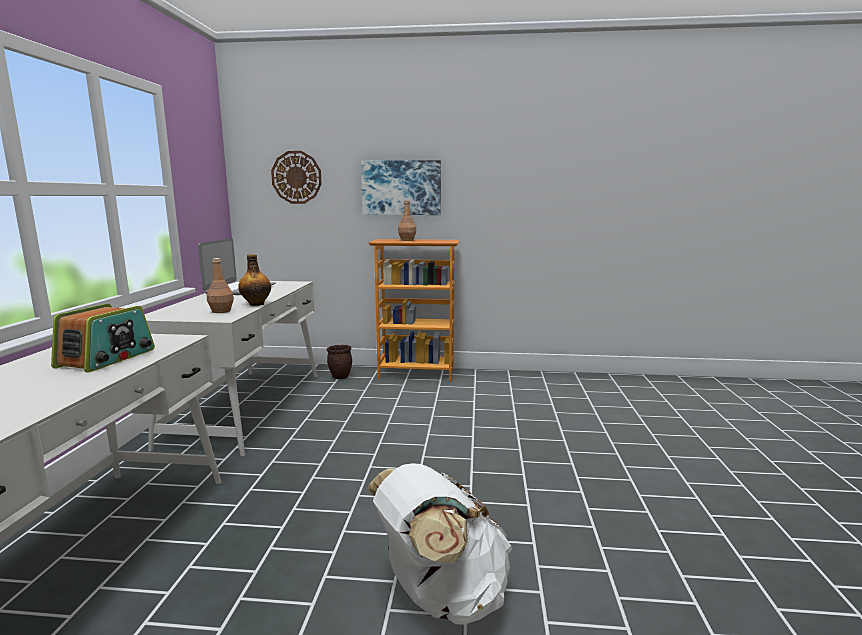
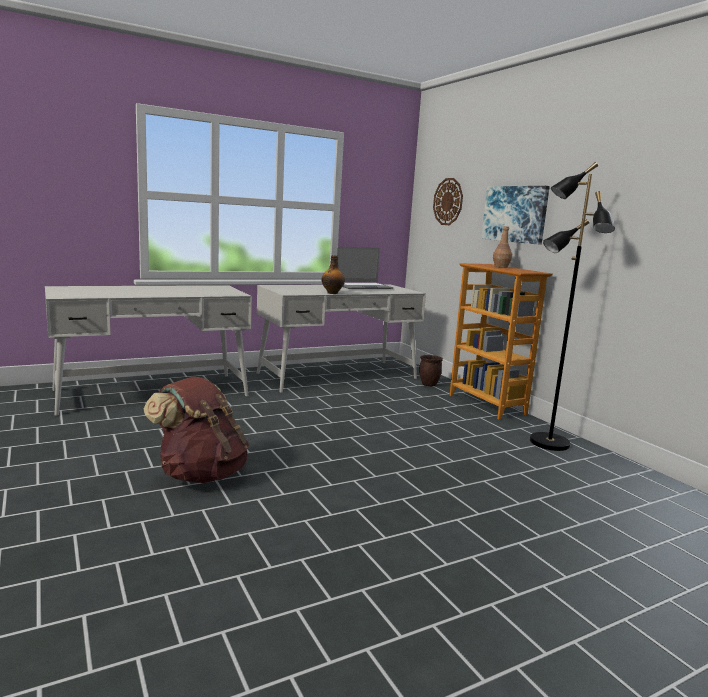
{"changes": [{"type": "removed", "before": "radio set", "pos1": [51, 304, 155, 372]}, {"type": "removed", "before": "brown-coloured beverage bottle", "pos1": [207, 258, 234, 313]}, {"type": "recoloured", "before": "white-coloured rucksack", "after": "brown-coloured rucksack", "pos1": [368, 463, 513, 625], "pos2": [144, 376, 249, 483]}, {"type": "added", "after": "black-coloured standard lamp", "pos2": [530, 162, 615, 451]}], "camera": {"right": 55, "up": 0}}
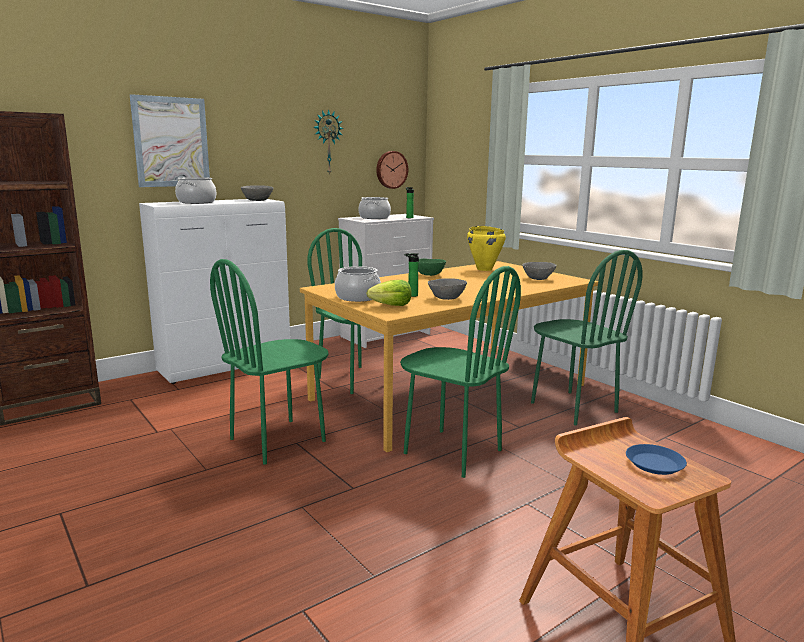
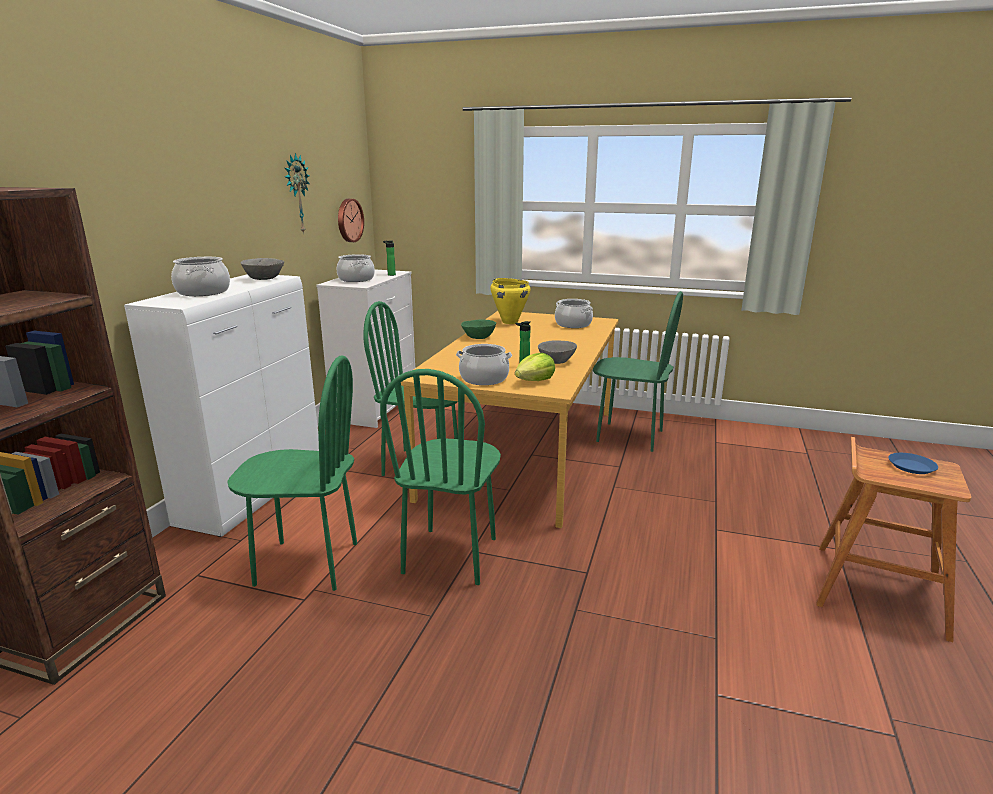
{"changes": [{"type": "removed", "before": "wall picture", "pos1": [130, 94, 210, 187]}, {"type": "moved", "before": "green chair", "pos1": [400, 266, 521, 478], "pos2": [227, 356, 357, 591]}, {"type": "replaced", "before": "gray bowl", "after": "stockpot", "pos1": [522, 262, 556, 280], "pos2": [555, 299, 593, 328]}], "camera": {"right": -35, "up": 5}}
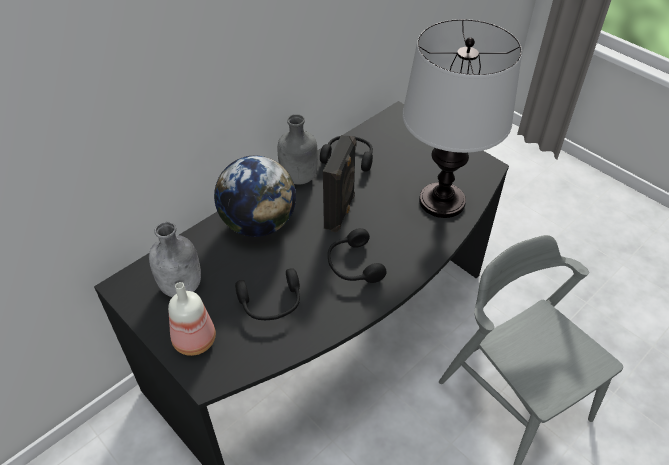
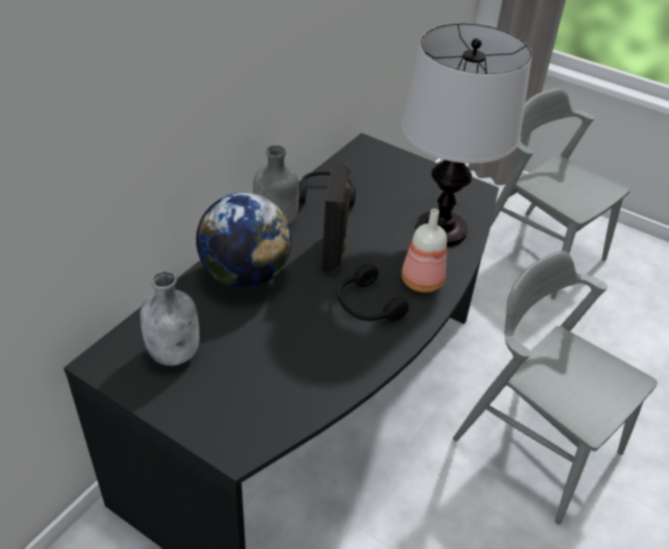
{"changes": [{"type": "moved", "before": "beverage bottle", "pos1": [168, 282, 216, 356], "pos2": [402, 209, 447, 292]}, {"type": "removed", "before": "black-coloured headset", "pos1": [235, 268, 300, 320]}, {"type": "added", "after": "gray chair", "pos2": [490, 88, 630, 299]}], "camera": {"right": -15, "up": -5}}
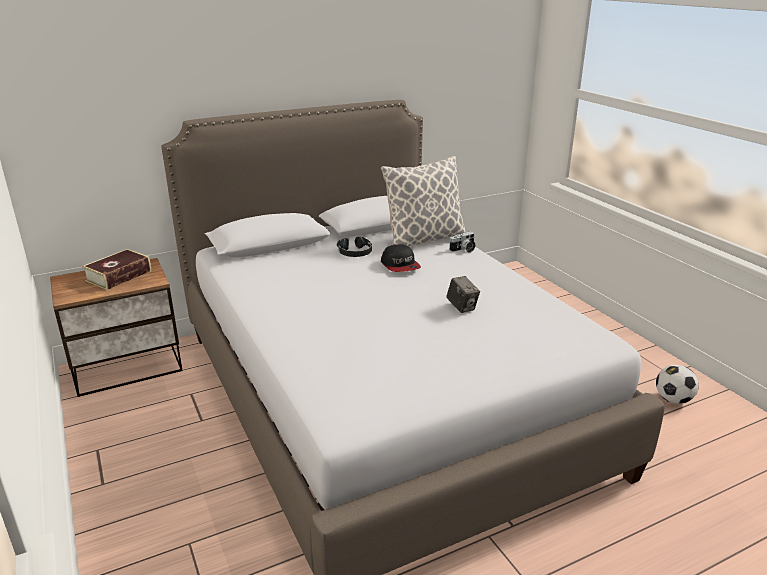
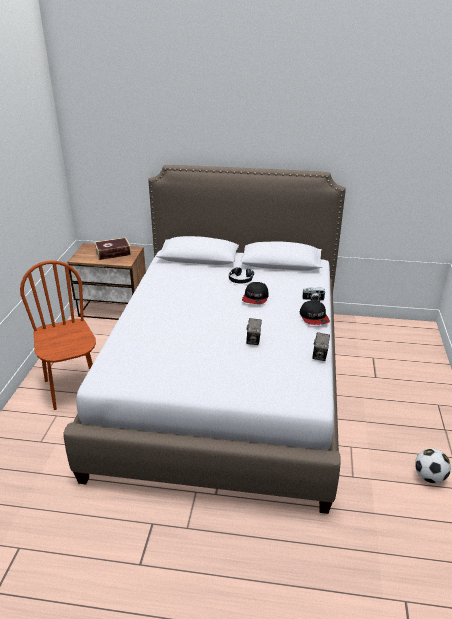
{"changes": [{"type": "removed", "before": "cushion", "pos1": [381, 156, 466, 246]}, {"type": "added", "after": "brown-coloured chair", "pos2": [20, 260, 96, 410]}, {"type": "added", "after": "cap", "pos2": [300, 300, 330, 325]}, {"type": "added", "after": "still camera", "pos2": [312, 332, 330, 361]}], "camera": {"right": 35, "up": 5}}
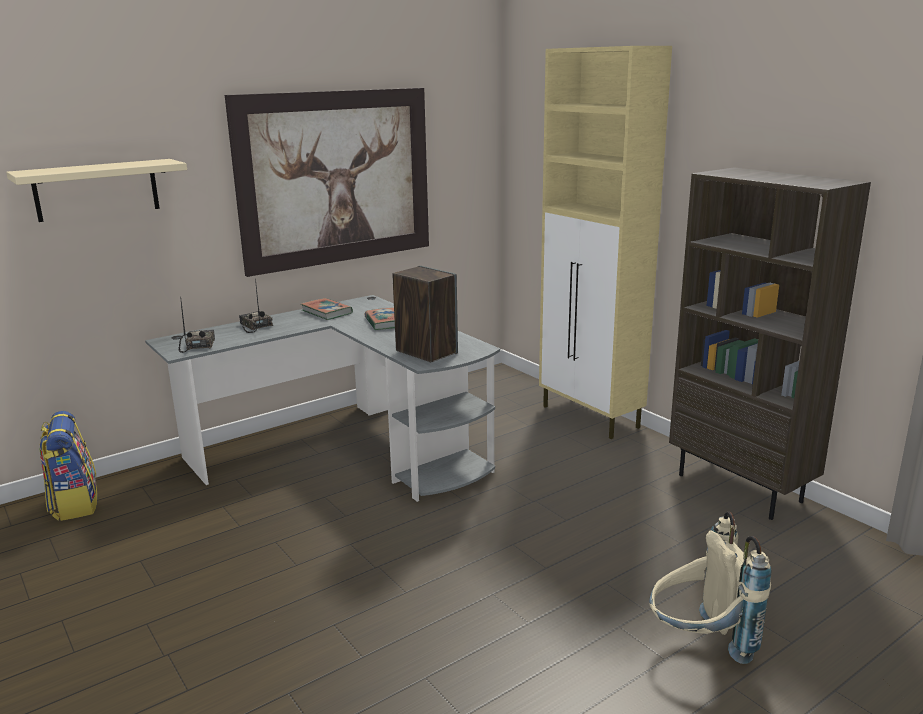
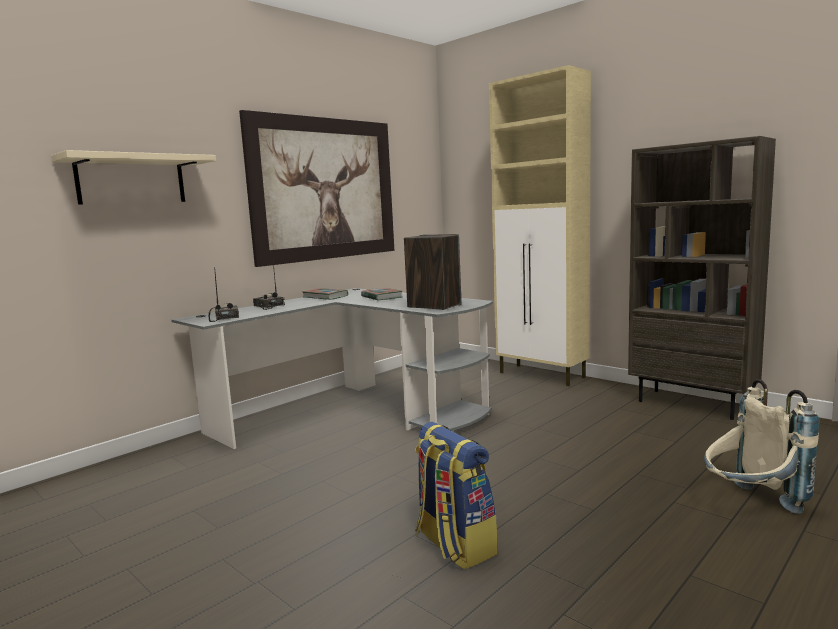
{"changes": [{"type": "moved", "before": "rucksack", "pos1": [39, 411, 98, 521], "pos2": [415, 422, 498, 570]}], "camera": {"right": -10, "up": -10}}
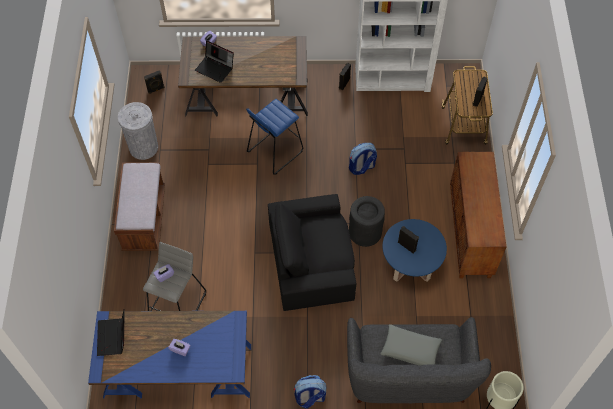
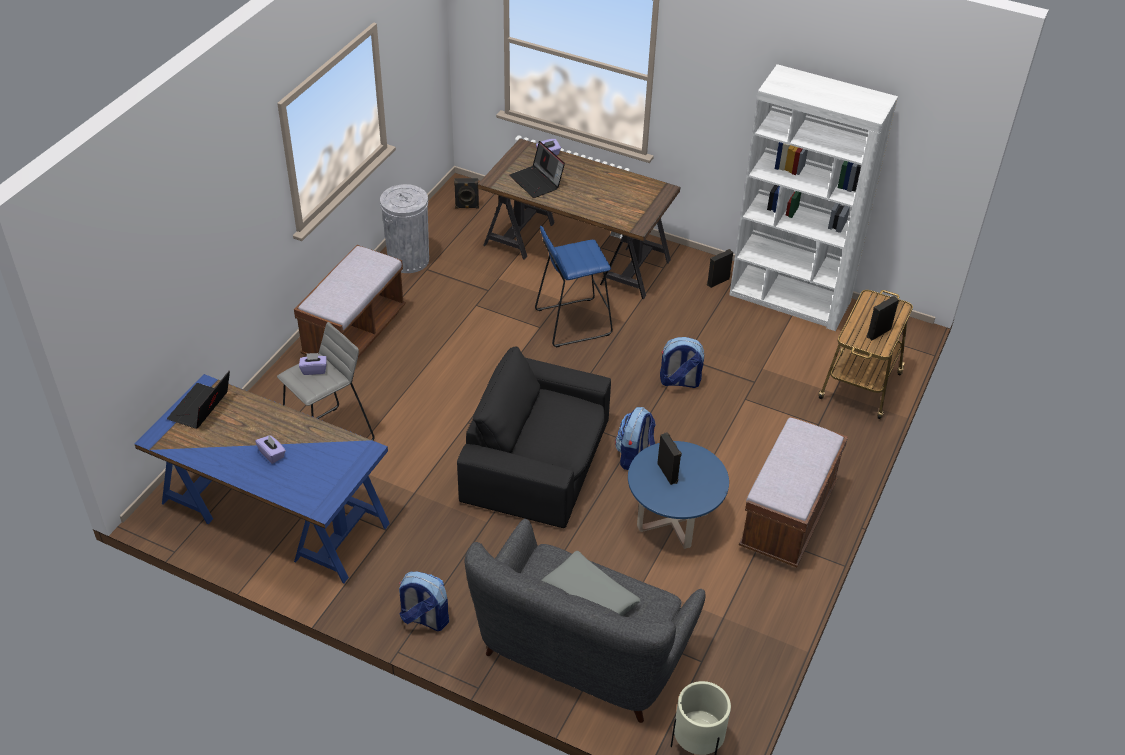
{"changes": [{"type": "replaced", "before": "black-coloured rubbish bin", "after": "rucksack", "pos1": [349, 196, 385, 247], "pos2": [615, 407, 656, 470]}, {"type": "replaced", "before": "brown-coloured cupboard", "after": "brown-coloured indoor bench", "pos1": [450, 152, 506, 278], "pos2": [739, 417, 848, 567]}], "camera": {"right": 25, "up": -15}}
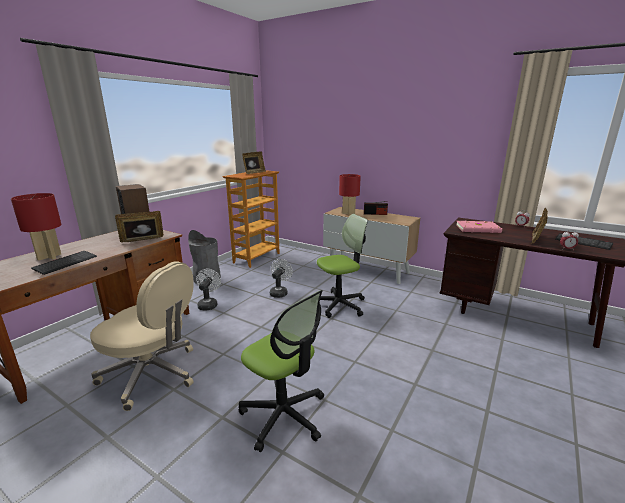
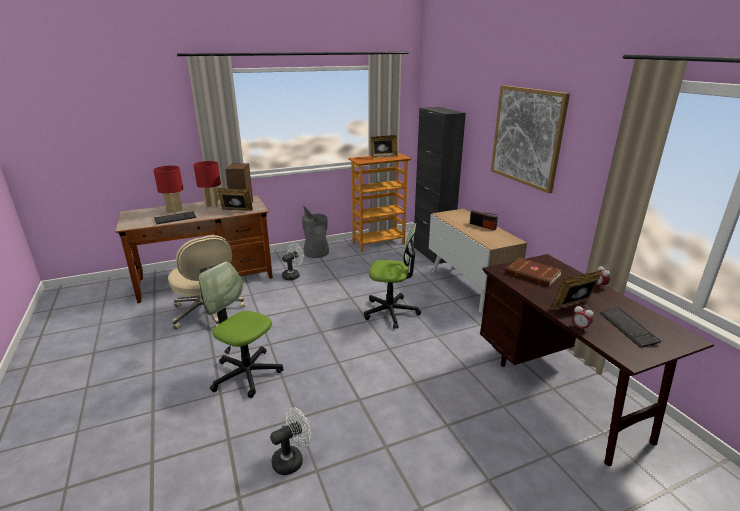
{"changes": [{"type": "turned", "before": "computer chair", "pos1": [239, 290, 324, 452], "pos2": [198, 261, 284, 398], "turn": 135}, {"type": "moved", "before": "white-coloured fan", "pos1": [270, 259, 293, 298], "pos2": [270, 407, 311, 475]}, {"type": "moved", "before": "reddish lamp for a table", "pos1": [339, 174, 361, 215], "pos2": [194, 161, 221, 207]}, {"type": "recoloured", "before": "pink-coloured bound book", "after": "brown-coloured bound book", "pos1": [456, 221, 502, 233], "pos2": [506, 258, 562, 286]}, {"type": "added", "after": "black-coloured cupboard", "pos2": [413, 107, 466, 264]}, {"type": "added", "after": "wall picture", "pos2": [491, 85, 570, 194]}], "camera": {"right": 35, "up": 5}}
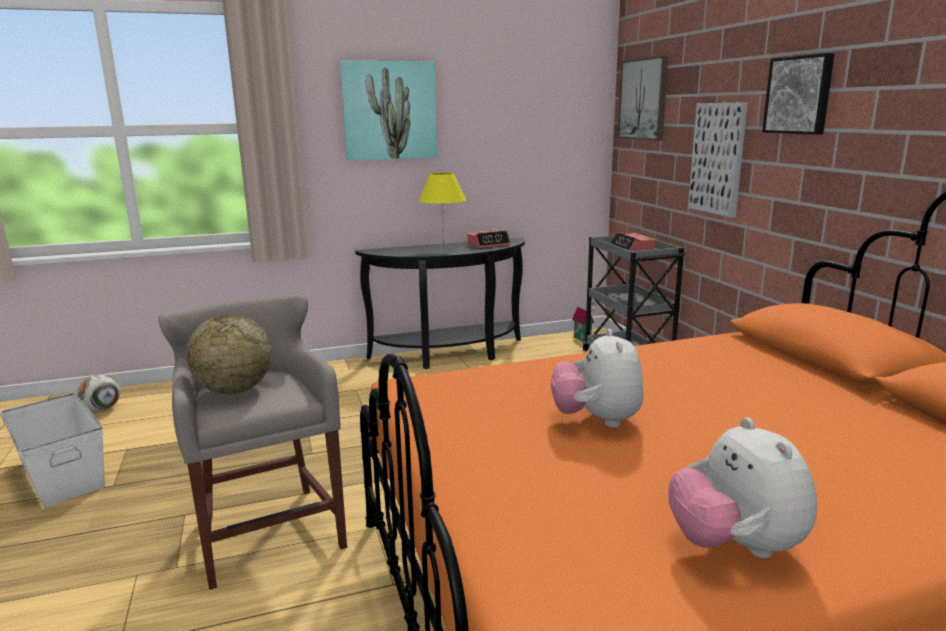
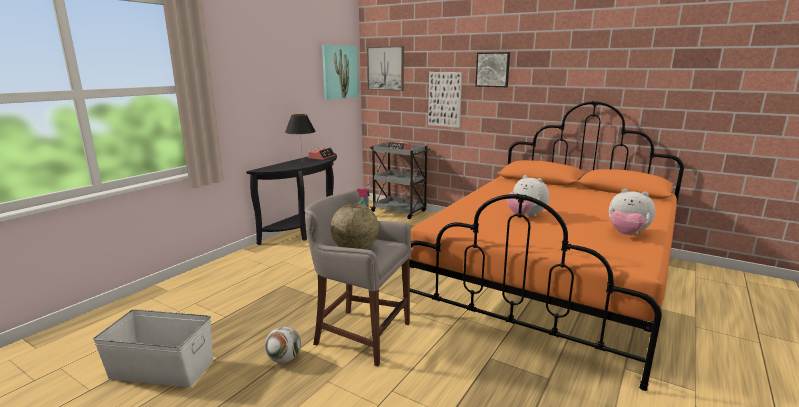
{"changes": [{"type": "moved", "before": "football", "pos1": [77, 374, 120, 412], "pos2": [265, 326, 301, 363]}, {"type": "moved", "before": "wall picture", "pos1": [340, 61, 437, 160], "pos2": [322, 45, 359, 100]}, {"type": "recoloured", "before": "yellowish lamp for a table", "after": "black-coloured lamp for a table", "pos1": [419, 172, 466, 248], "pos2": [285, 114, 316, 163]}], "camera": {"right": -40, "up": 0}}
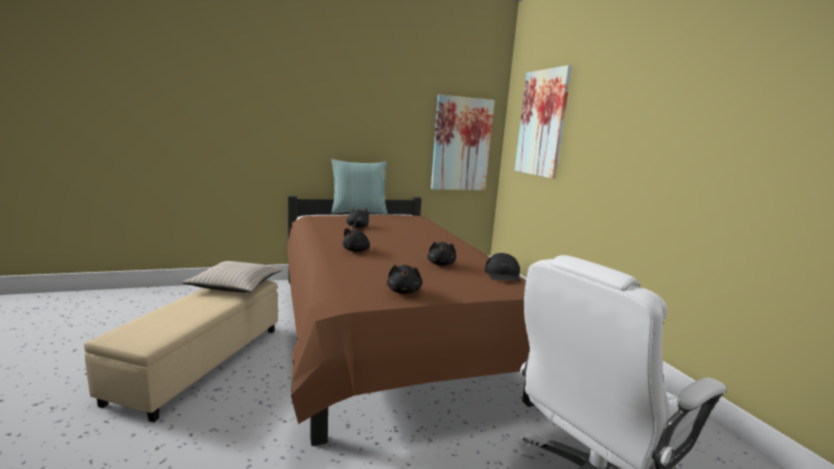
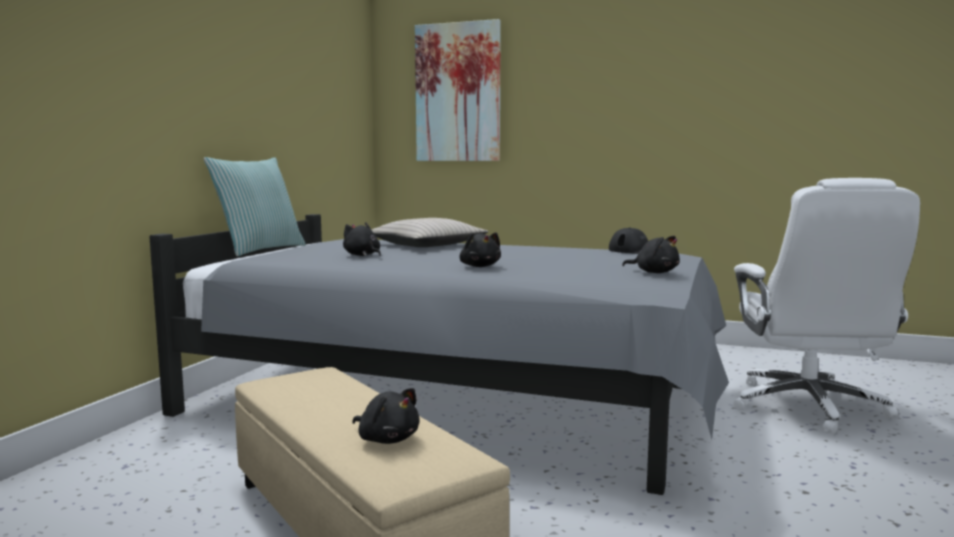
{"changes": [{"type": "moved", "before": "sand-coloured cushion", "pos1": [182, 261, 283, 292], "pos2": [371, 218, 488, 247]}, {"type": "recoloured", "before": "brown-coloured bed", "after": "gray bed", "pos1": [287, 196, 535, 446], "pos2": [149, 214, 729, 495]}, {"type": "moved", "before": "black-coloured cuddly toy", "pos1": [427, 242, 456, 266], "pos2": [352, 388, 419, 444]}, {"type": "removed", "before": "wall picture", "pos1": [431, 95, 495, 190]}], "camera": {"right": -50, "up": -5}}
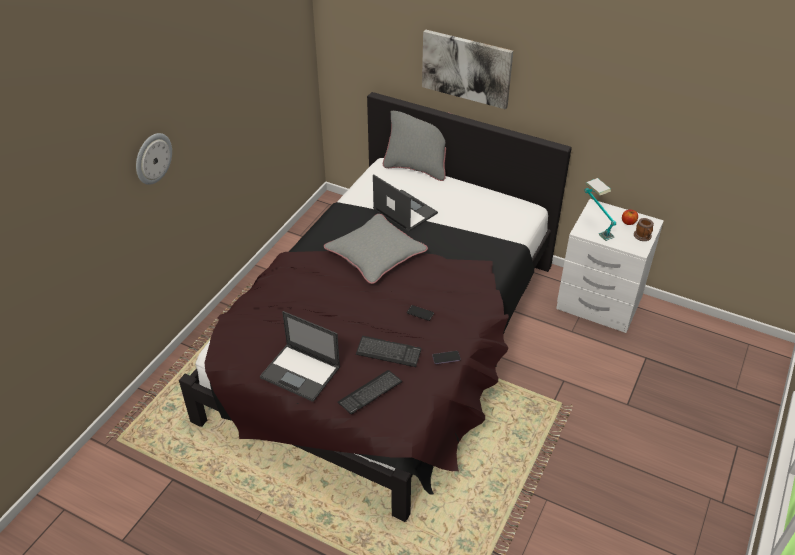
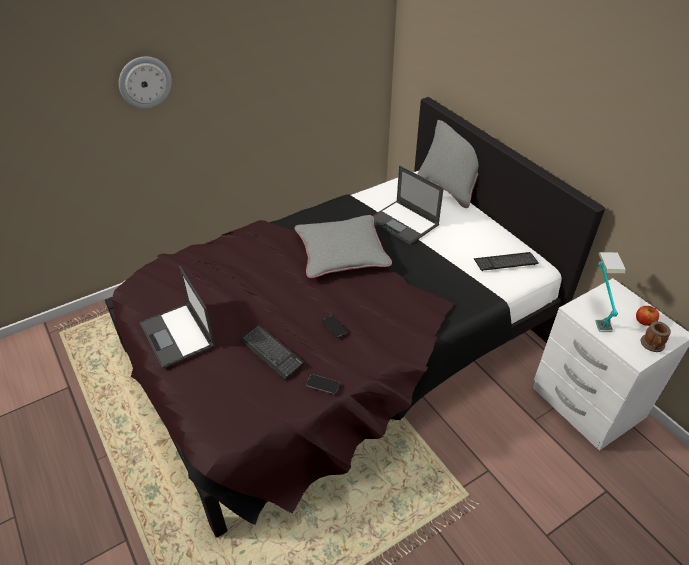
{"changes": [{"type": "moved", "before": "keyboard", "pos1": [337, 370, 402, 414], "pos2": [473, 252, 539, 271]}, {"type": "turned", "before": "notebook computer", "pos1": [373, 174, 438, 232], "pos2": [373, 165, 444, 245], "turn": 150}, {"type": "removed", "before": "wall picture", "pos1": [422, 29, 513, 109]}], "camera": {"right": 30, "up": 0}}
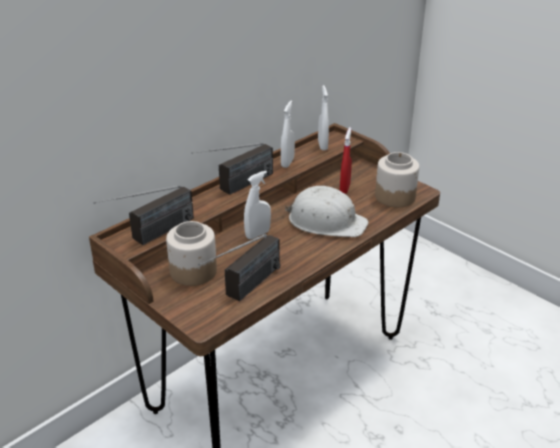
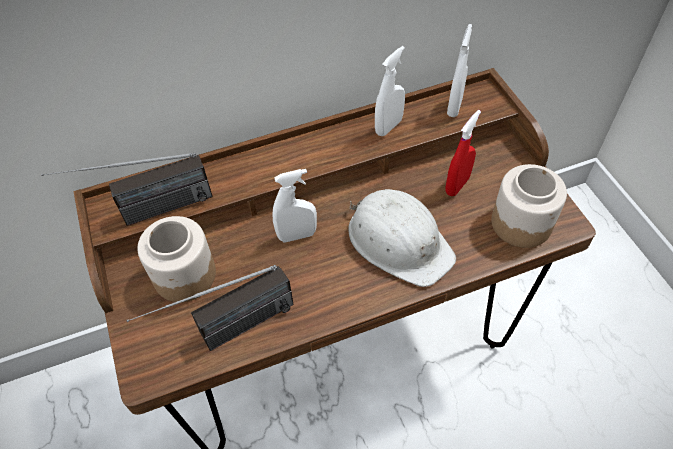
{"changes": [{"type": "removed", "before": "radio set", "pos1": [191, 143, 273, 195]}], "camera": {"right": 25, "up": 20}}
